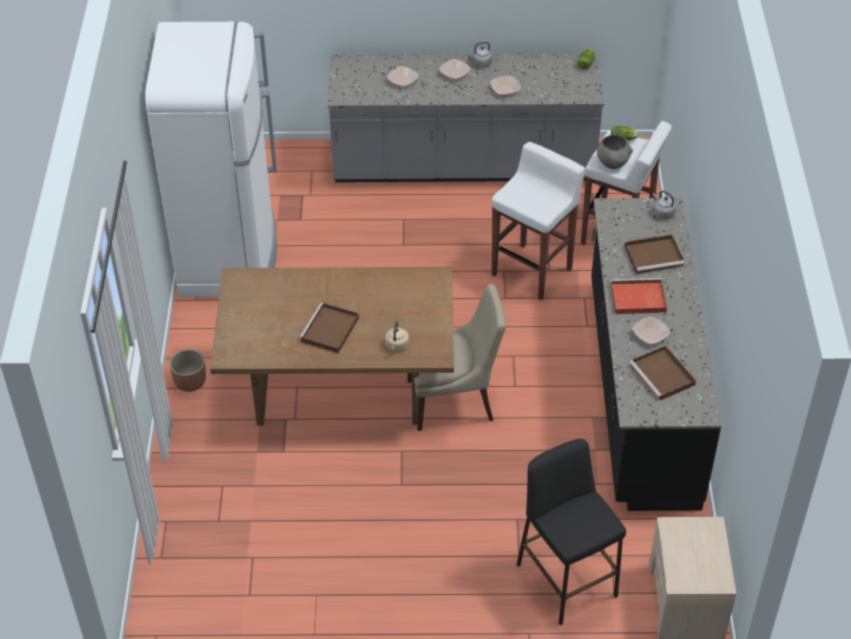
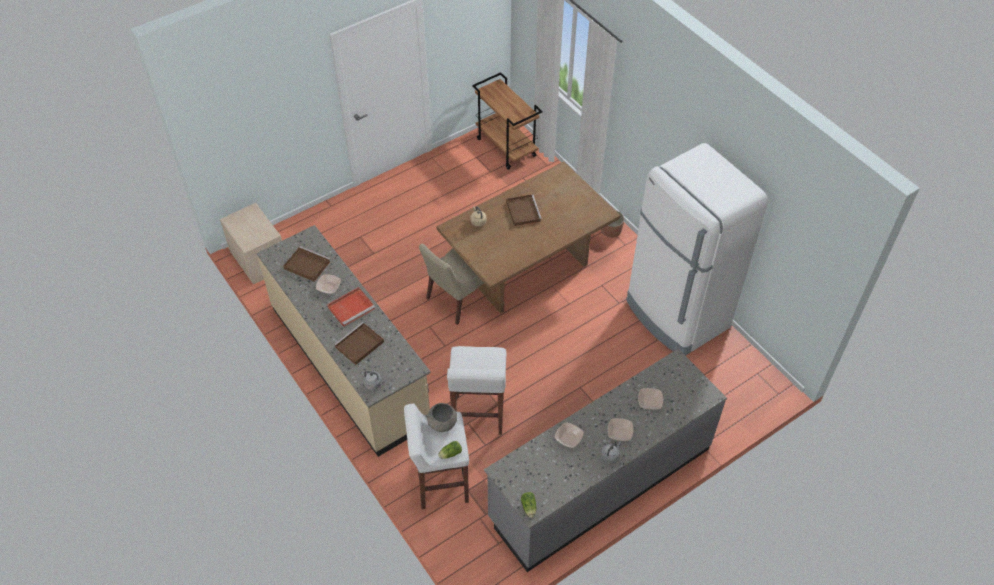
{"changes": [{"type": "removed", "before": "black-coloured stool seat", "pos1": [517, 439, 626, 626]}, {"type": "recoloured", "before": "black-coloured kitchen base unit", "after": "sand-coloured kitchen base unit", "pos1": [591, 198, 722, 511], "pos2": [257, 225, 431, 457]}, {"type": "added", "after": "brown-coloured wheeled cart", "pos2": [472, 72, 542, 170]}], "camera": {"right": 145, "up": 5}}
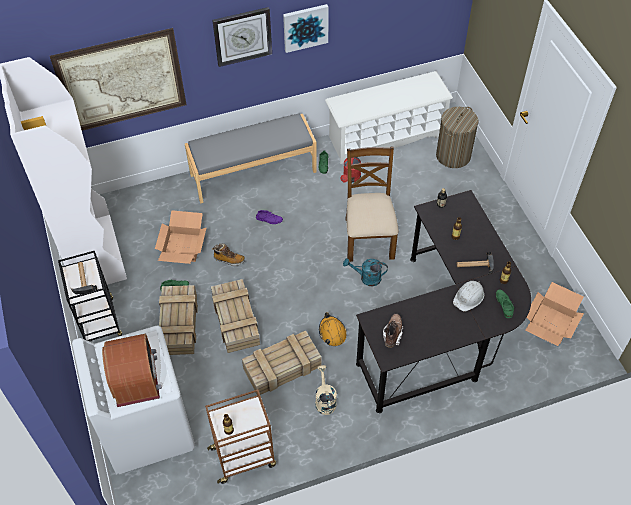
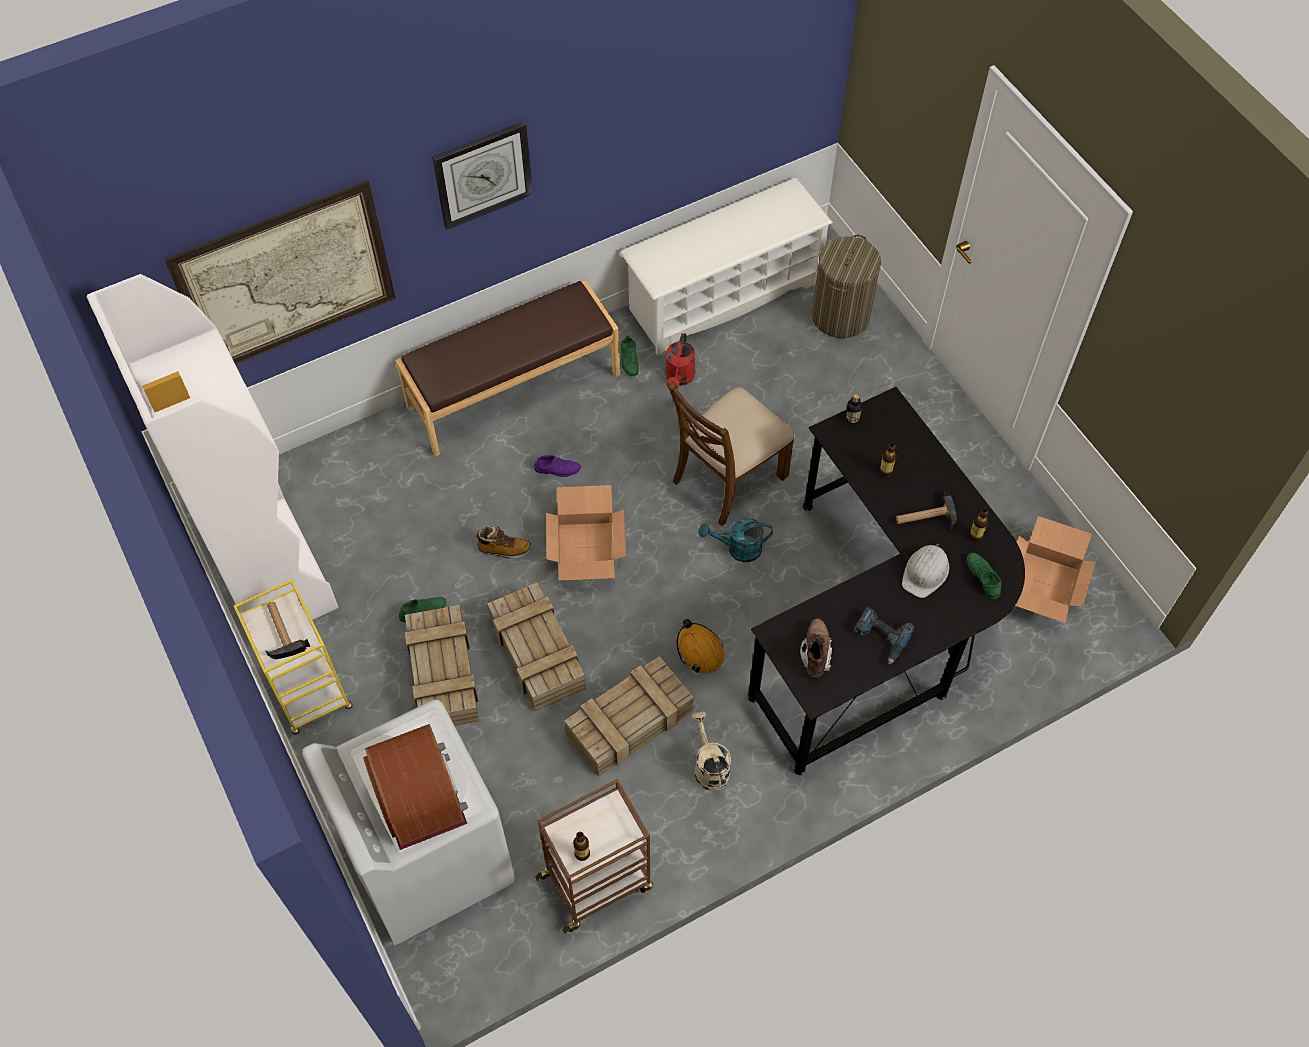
{"changes": [{"type": "recoloured", "before": "black-coloured wheeled cart", "after": "yellowish wheeled cart", "pos1": [58, 251, 122, 341], "pos2": [234, 579, 353, 735]}, {"type": "moved", "before": "cardboard box", "pos1": [155, 210, 207, 264], "pos2": [546, 485, 626, 581]}, {"type": "recoloured", "before": "gray indoor bench", "after": "brown-coloured indoor bench", "pos1": [185, 113, 317, 203], "pos2": [396, 280, 620, 457]}, {"type": "removed", "before": "wall picture", "pos1": [283, 4, 329, 53]}, {"type": "turned", "before": "brown-coloured chair", "pos1": [345, 147, 399, 262], "pos2": [669, 383, 795, 526], "turn": -120}, {"type": "added", "after": "electric drill", "pos2": [854, 607, 914, 664]}], "camera": {"right": -10, "up": 5}}
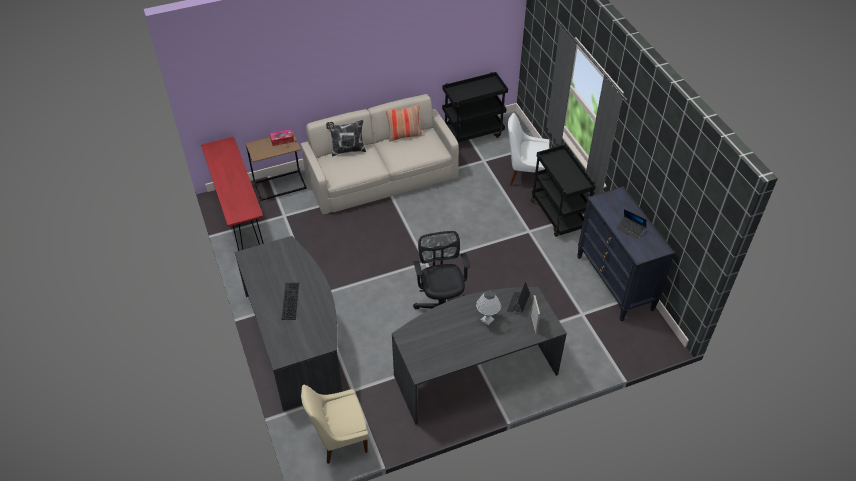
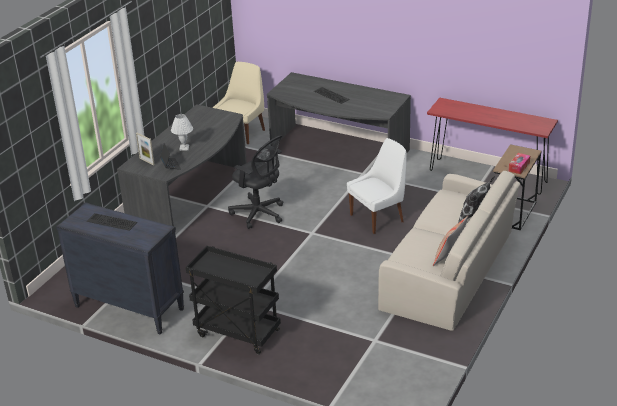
{"changes": [{"type": "removed", "before": "black-coloured wheeled cart", "pos1": [442, 72, 508, 142]}, {"type": "moved", "before": "white-coloured chair", "pos1": [508, 113, 550, 187], "pos2": [347, 138, 407, 234]}, {"type": "replaced", "before": "notebook computer", "after": "keyboard", "pos1": [616, 209, 646, 240], "pos2": [87, 213, 137, 231]}], "camera": {"right": 140, "up": -15}}
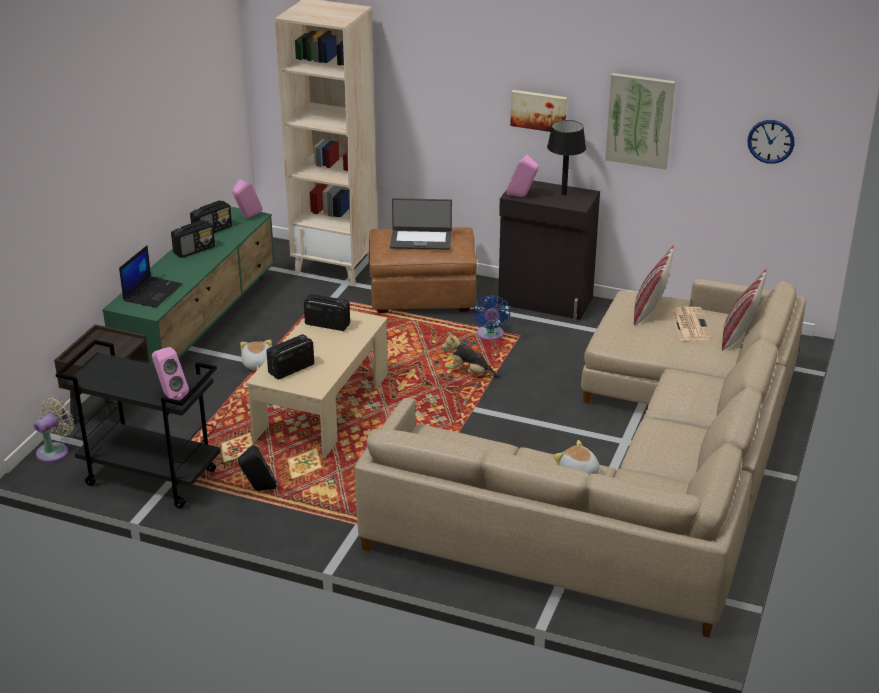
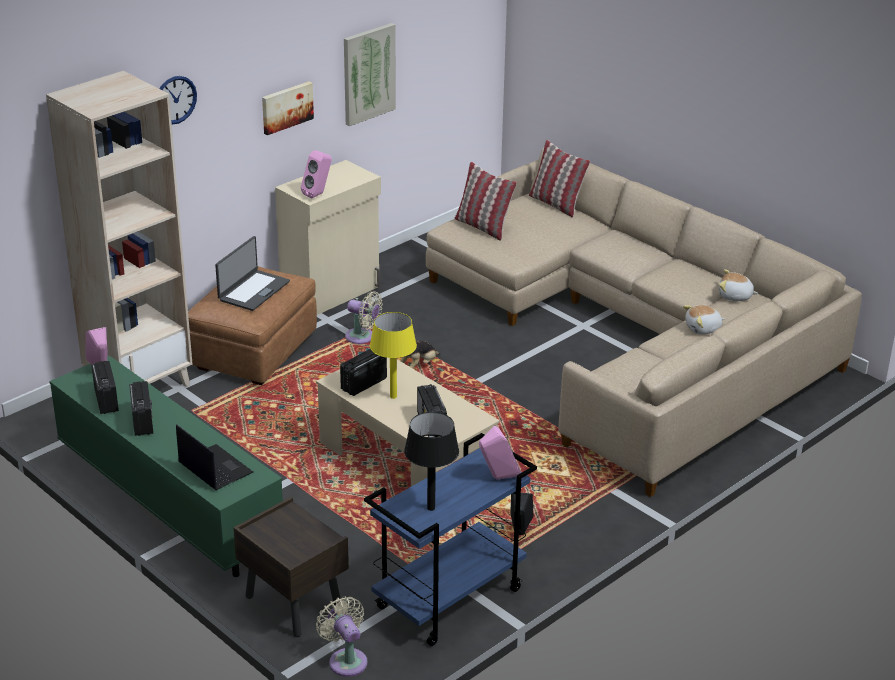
{"changes": [{"type": "recoloured", "before": "black-coloured wheeled cart", "after": "blue-coloured wheeled cart", "pos1": [55, 340, 220, 509], "pos2": [364, 433, 537, 646]}, {"type": "moved", "before": "cuddly toy", "pos1": [240, 340, 272, 370], "pos2": [719, 269, 758, 301]}, {"type": "recoloured", "before": "blue-coloured fan", "after": "sand-coloured fan", "pos1": [473, 295, 510, 340], "pos2": [345, 292, 383, 344]}, {"type": "recoloured", "before": "black-coloured cupboard", "after": "sand-coloured cupboard", "pos1": [498, 181, 600, 320], "pos2": [275, 160, 381, 315]}, {"type": "moved", "before": "black-coloured lamp for a table", "pos1": [547, 120, 586, 195], "pos2": [404, 412, 459, 511]}, {"type": "removed", "before": "printed paper", "pos1": [671, 307, 712, 341]}, {"type": "moved", "before": "hanging clock", "pos1": [747, 120, 794, 164], "pos2": [159, 76, 197, 125]}, {"type": "added", "after": "yellowish lamp for a table", "pos2": [370, 312, 417, 399]}], "camera": {"right": -65, "up": 0}}
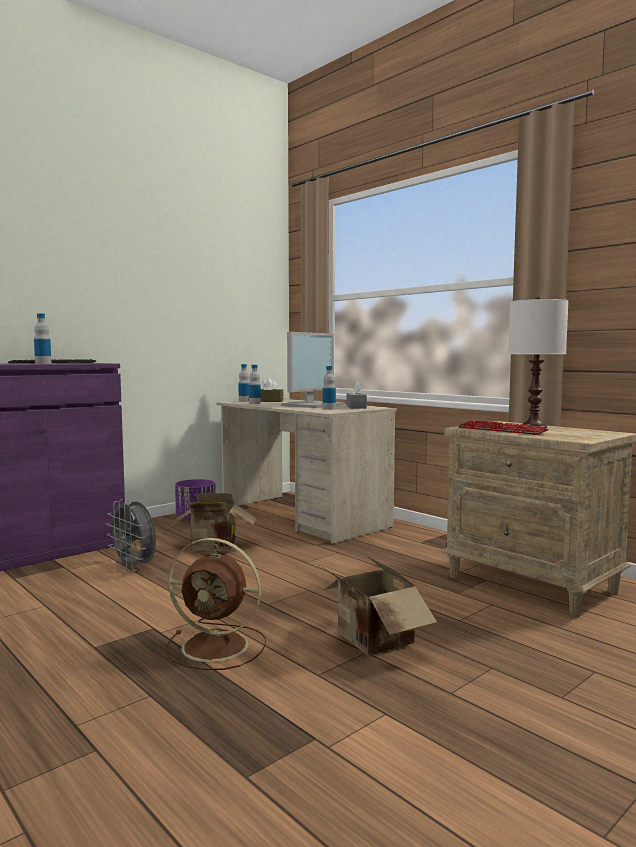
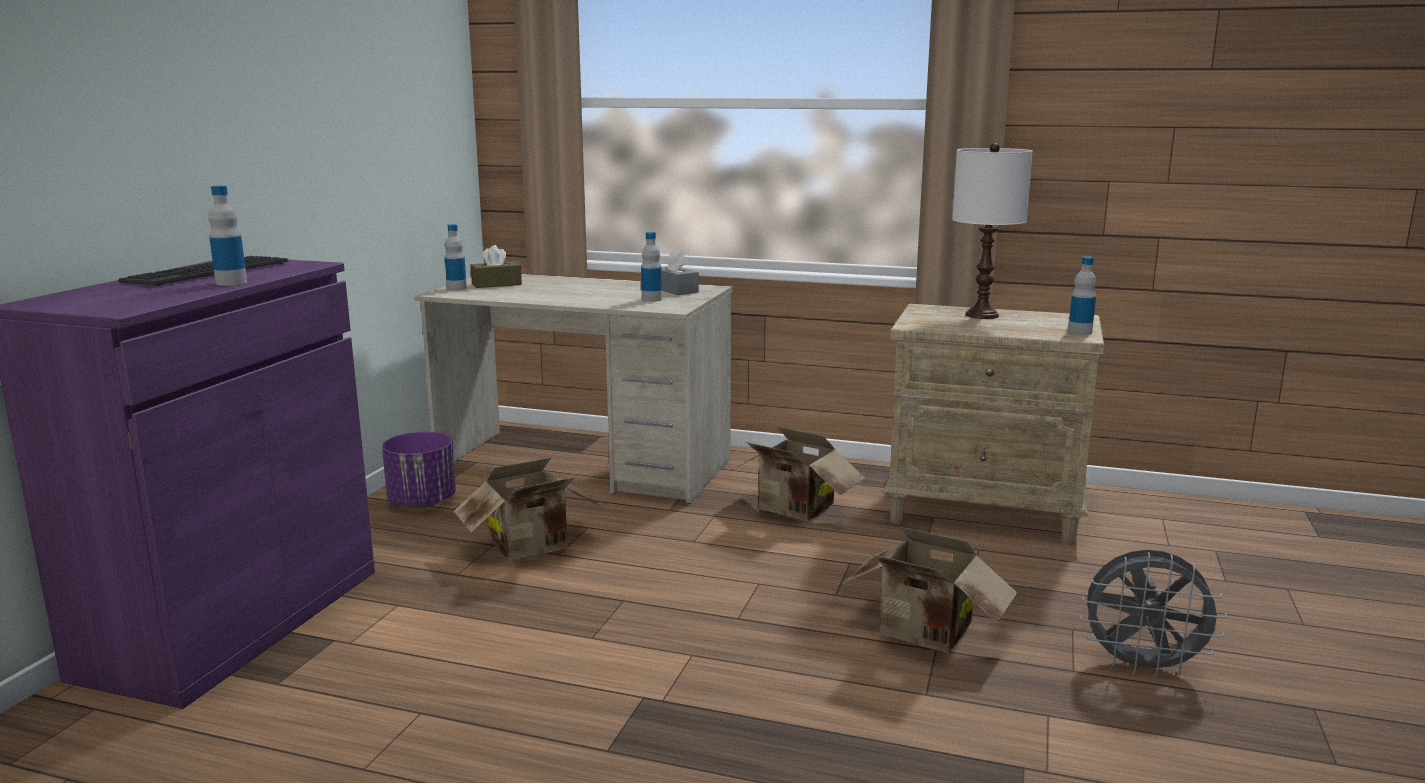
{"changes": [{"type": "moved", "before": "gray fan", "pos1": [106, 499, 156, 572], "pos2": [1080, 550, 1227, 678]}, {"type": "removed", "before": "brown-coloured fan", "pos1": [165, 538, 266, 670]}, {"type": "moved", "before": "beverage bottle", "pos1": [249, 365, 261, 404], "pos2": [1068, 256, 1096, 335]}, {"type": "removed", "before": "computer screen", "pos1": [281, 332, 345, 408]}, {"type": "removed", "before": "keyboard", "pos1": [459, 420, 549, 435]}, {"type": "added", "after": "cardboard box", "pos2": [733, 426, 865, 521]}], "camera": {"right": -30, "up": 10}}
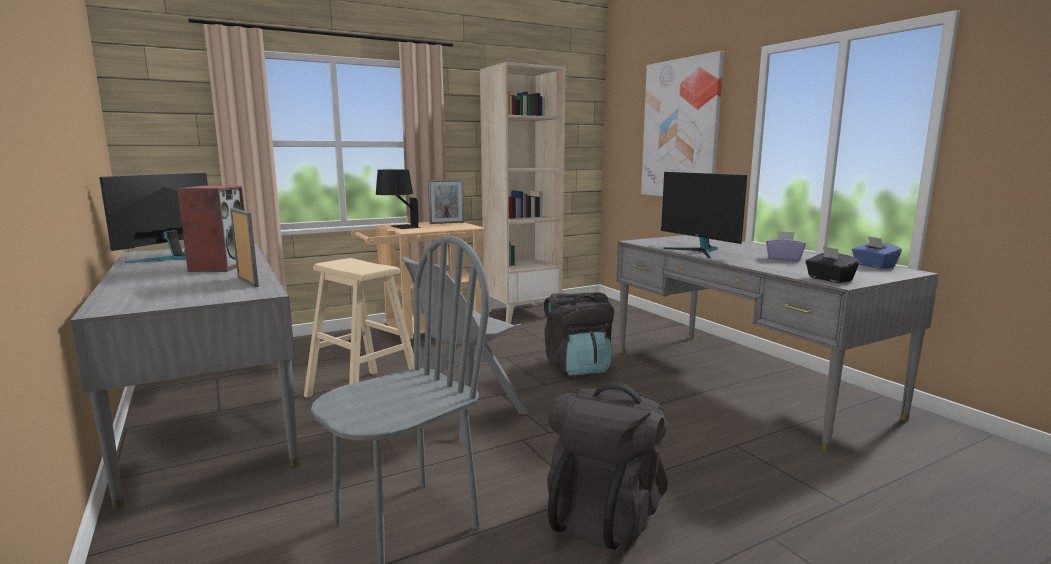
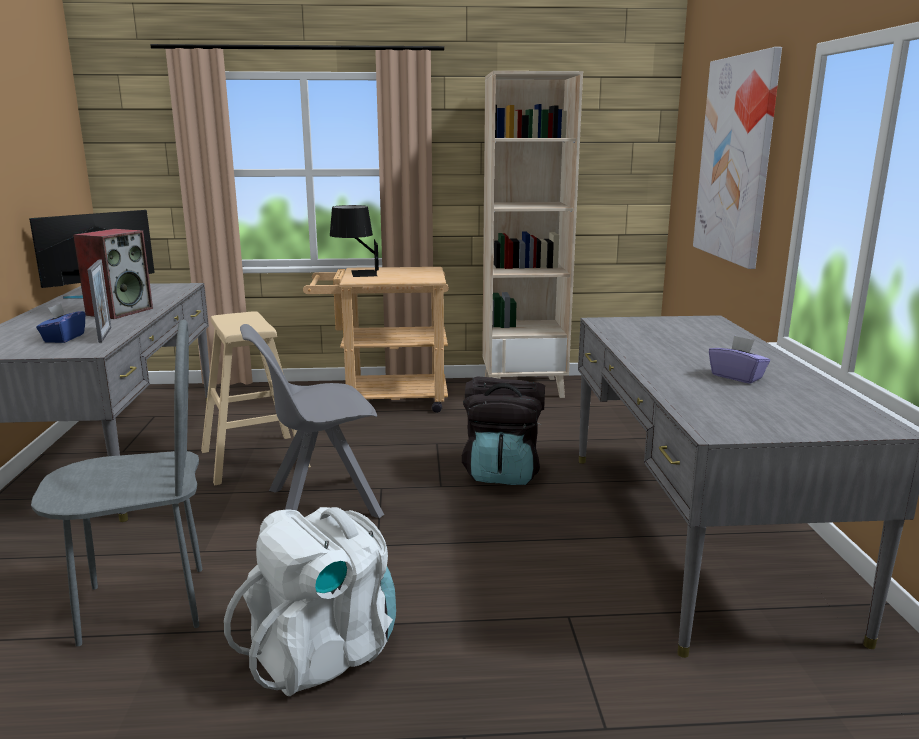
{"changes": [{"type": "removed", "before": "picture frame", "pos1": [428, 179, 464, 224]}, {"type": "recoloured", "before": "black-coloured rucksack", "after": "white-coloured rucksack", "pos1": [547, 382, 668, 553], "pos2": [224, 507, 396, 696]}, {"type": "removed", "before": "computer screen", "pos1": [661, 172, 747, 258]}, {"type": "removed", "before": "black-coloured tissue box", "pos1": [806, 246, 860, 283]}, {"type": "moved", "before": "blue-coloured tissue box", "pos1": [852, 236, 902, 269], "pos2": [36, 303, 85, 343]}], "camera": {"right": 25, "up": 5}}
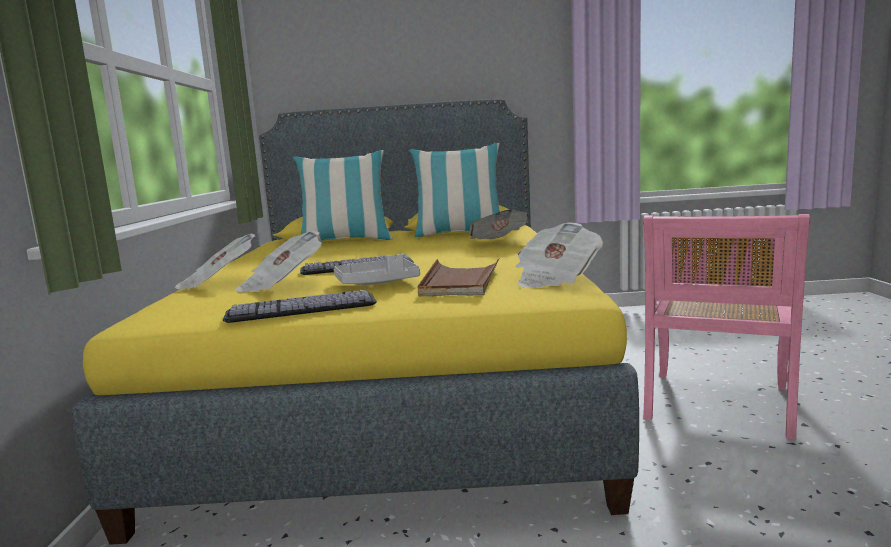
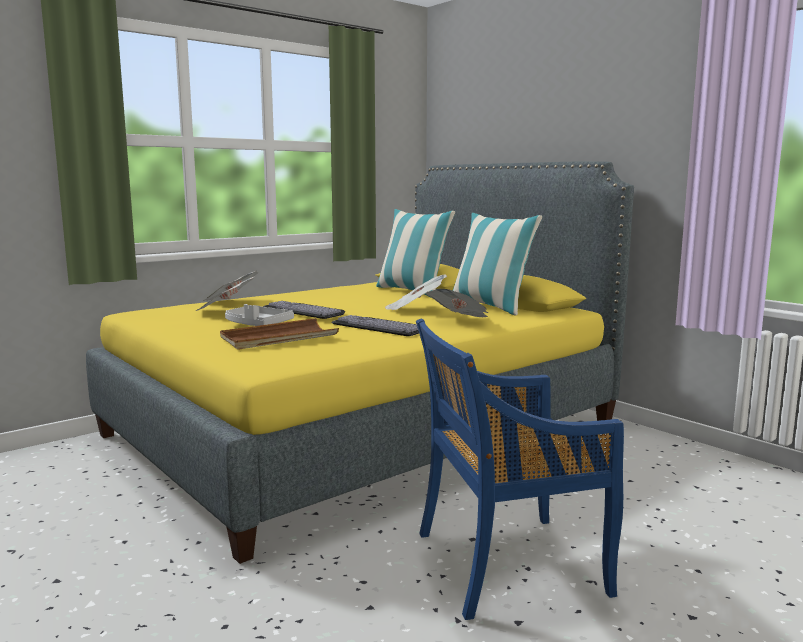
{"changes": [{"type": "moved", "before": "keyboard", "pos1": [223, 290, 377, 323], "pos2": [332, 315, 419, 336]}, {"type": "moved", "before": "printed paper", "pos1": [516, 223, 603, 288], "pos2": [385, 275, 447, 310]}, {"type": "recoloured", "before": "pink-coloured chair", "after": "blue-coloured chair", "pos1": [643, 214, 810, 440], "pos2": [416, 319, 624, 620]}], "camera": {"right": 50, "up": 0}}
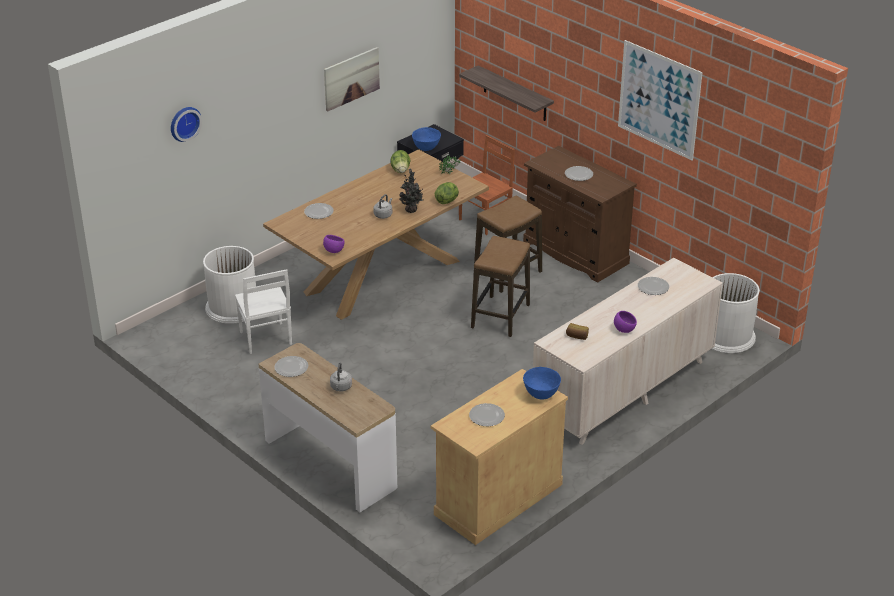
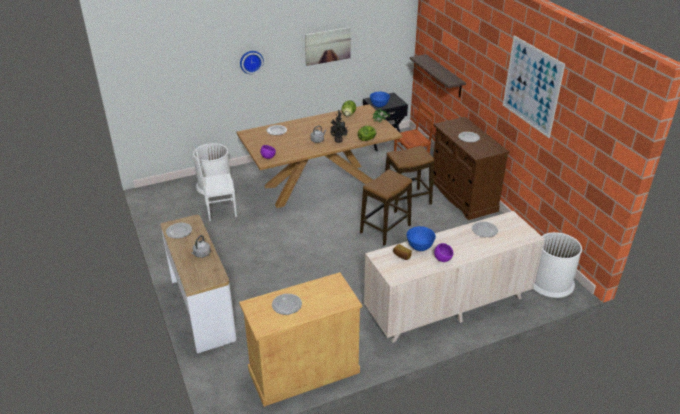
{"changes": [{"type": "moved", "before": "hanging clock", "pos1": [171, 107, 202, 142], "pos2": [240, 51, 264, 74]}, {"type": "turned", "before": "white-coloured chair", "pos1": [235, 269, 292, 354], "pos2": [196, 150, 237, 221], "turn": 75}, {"type": "moved", "before": "blue-coloured bowl", "pos1": [523, 367, 561, 400], "pos2": [407, 226, 436, 251]}], "camera": {"right": 20, "up": 0}}
